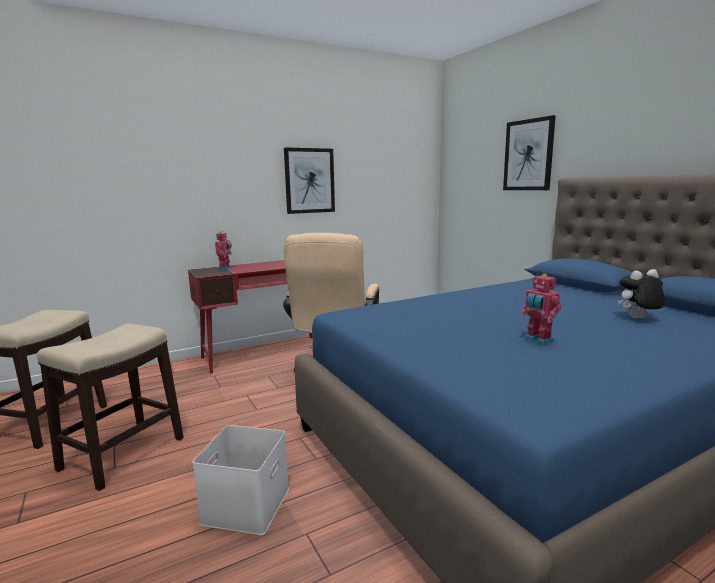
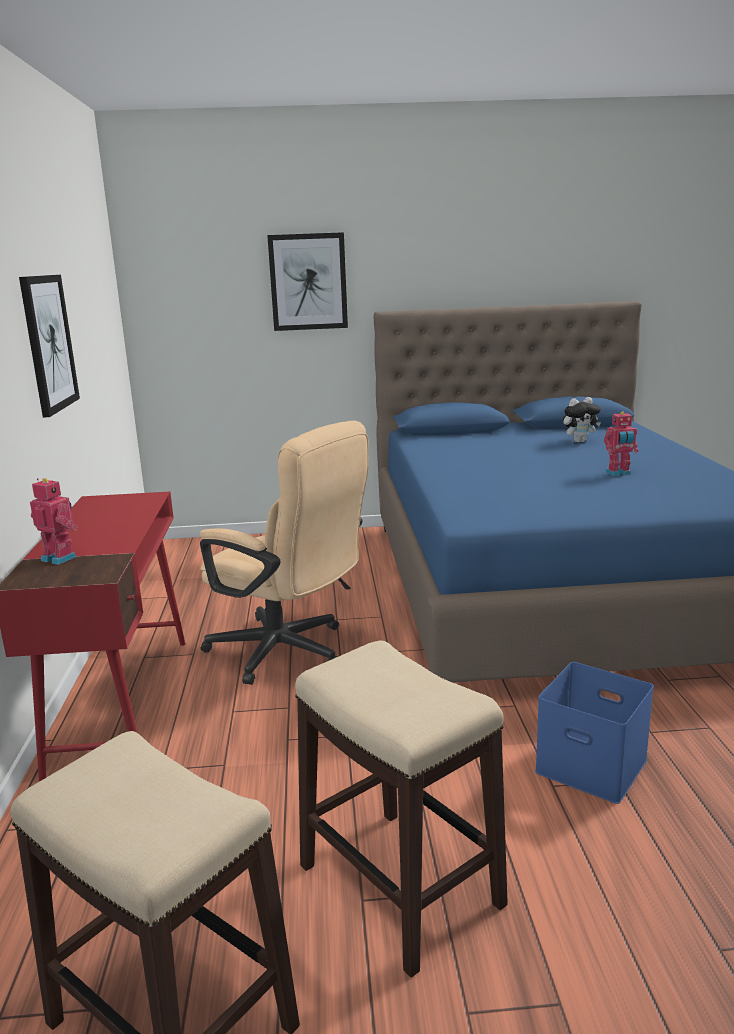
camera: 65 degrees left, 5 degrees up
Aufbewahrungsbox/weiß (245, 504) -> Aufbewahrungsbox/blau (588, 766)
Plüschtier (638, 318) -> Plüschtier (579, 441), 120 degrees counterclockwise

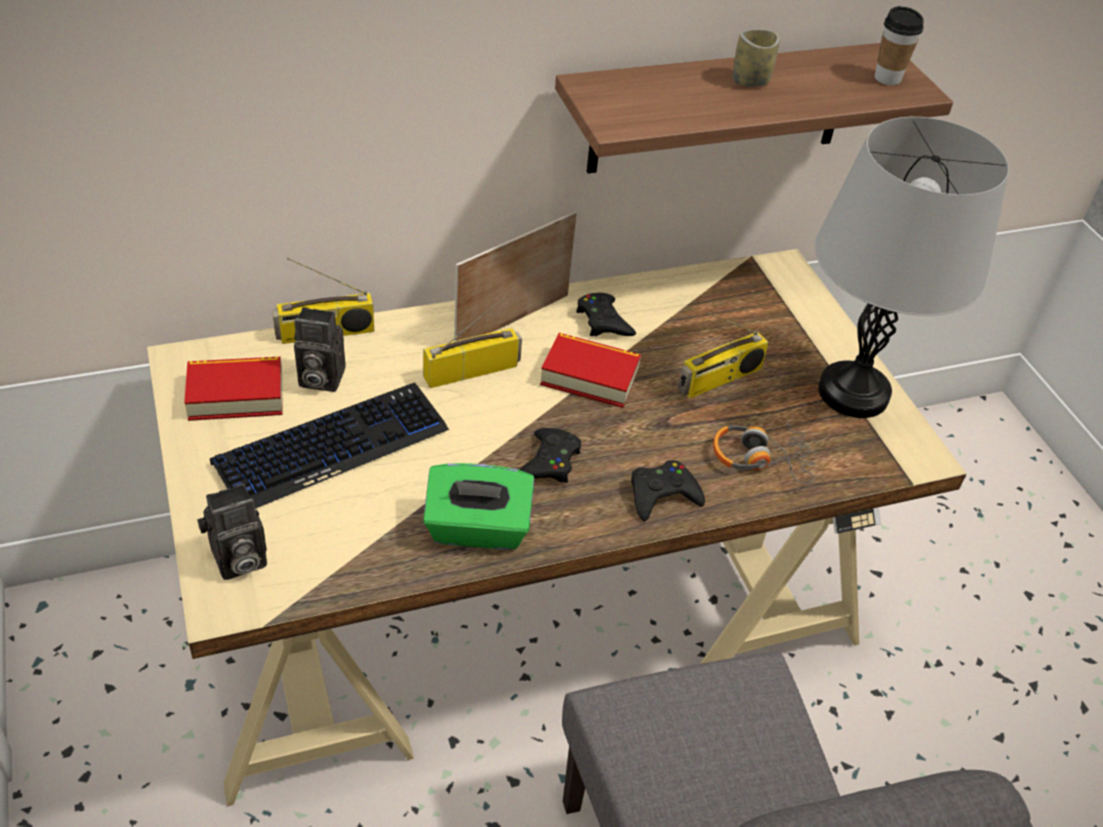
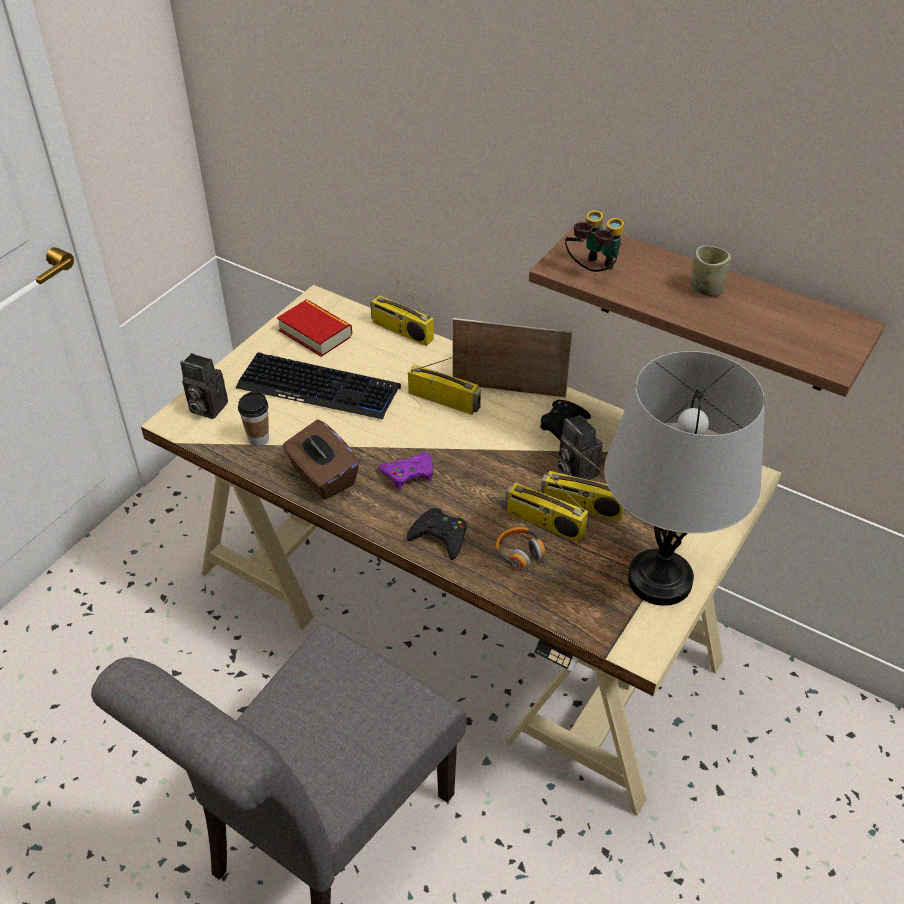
camera: 55 degrees right, 0 degrees up
Kamera (318, 378) -> Kamera (574, 471), shifted
Taschentuchbox/grün (477, 529) -> Taschentuchbox/braun (322, 476)
Gamepad/schwarz (549, 462) -> Gamepad/lila (409, 474)
Buch (590, 376) -> none
Tasse (887, 78) -> Tasse (258, 439), shifted
none -> Radio (543, 523)
none -> Fernglas (592, 271)

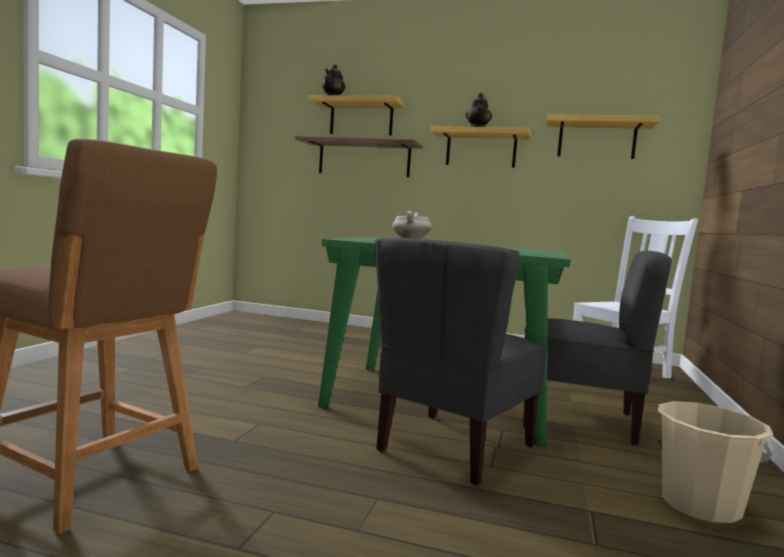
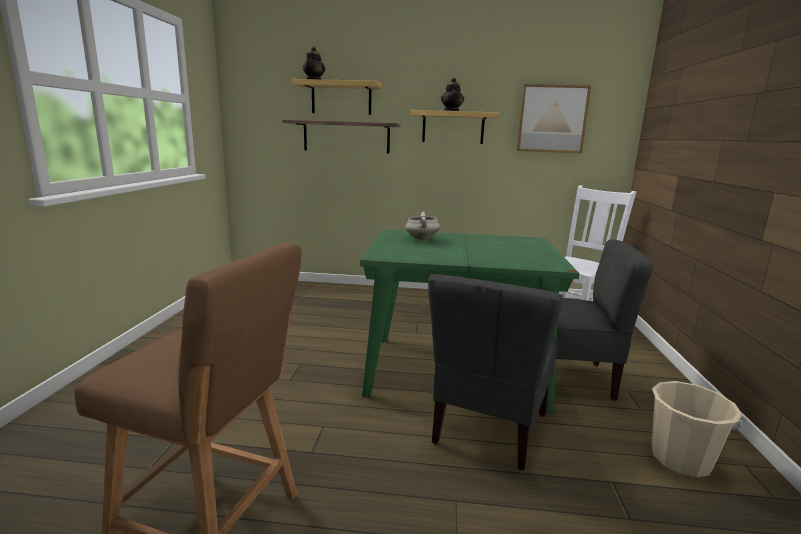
camera: 10 degrees left, 10 degrees up
Wandregal (596, 139) -> Bild (552, 119)

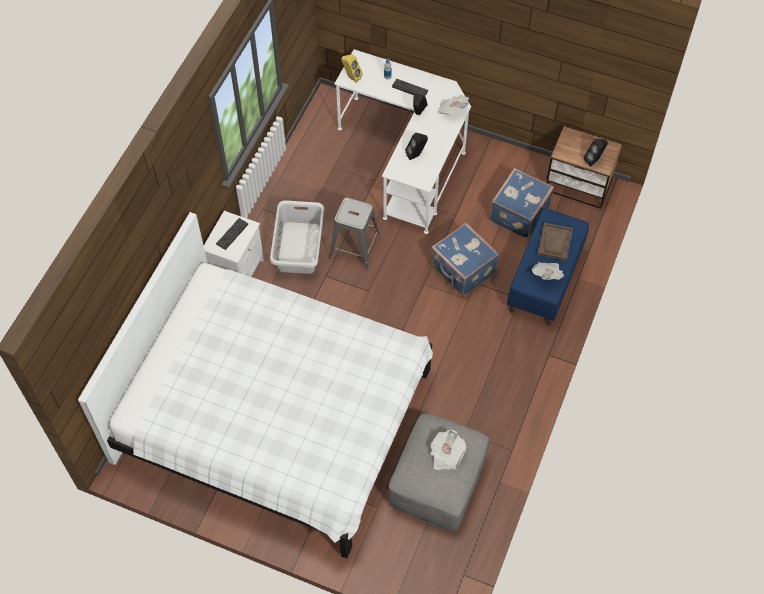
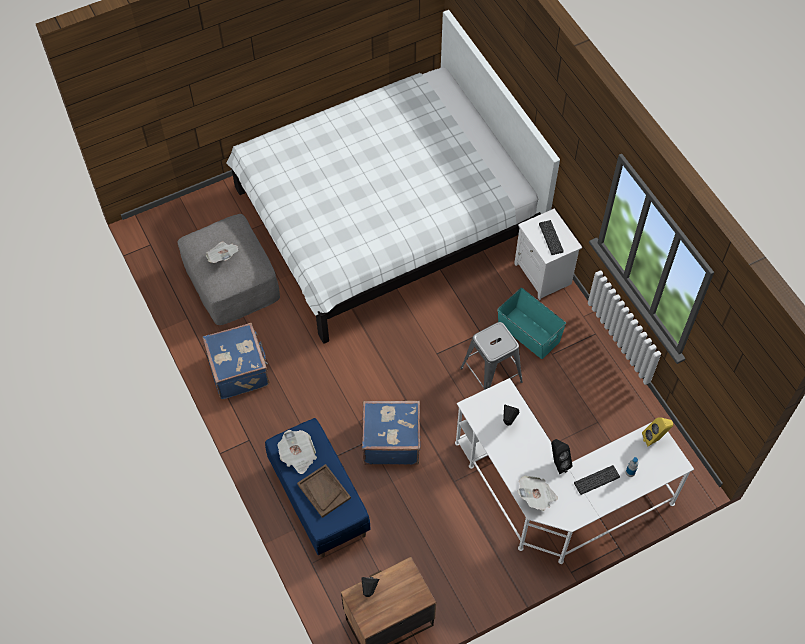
camera: 130 degrees right, 0 degrees up
Wäschekorb/grau (298, 248) -> Aufbewahrungsbox/türkis (528, 332)
Koffer/blau (518, 213) -> Koffer/blau (239, 370), shifted

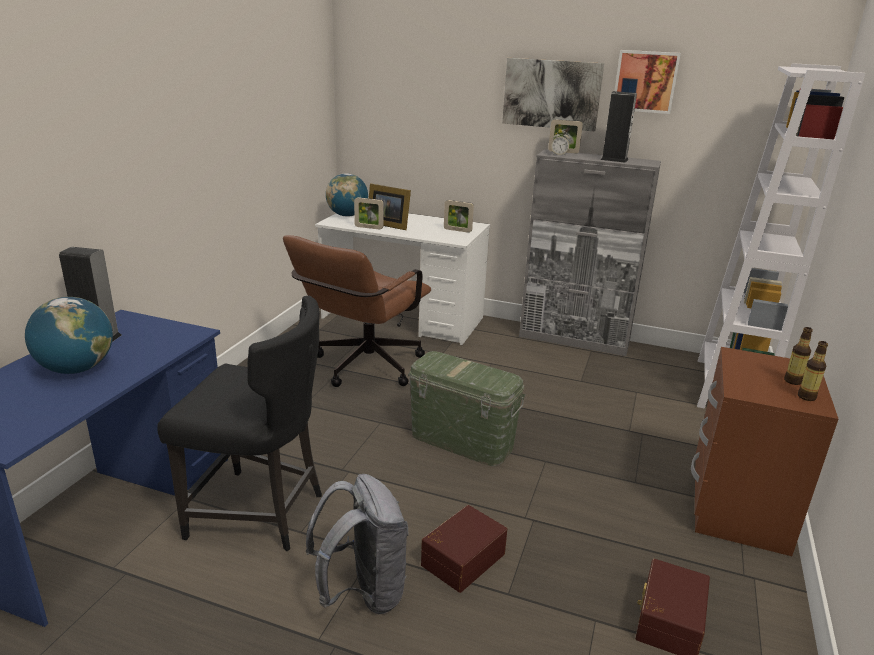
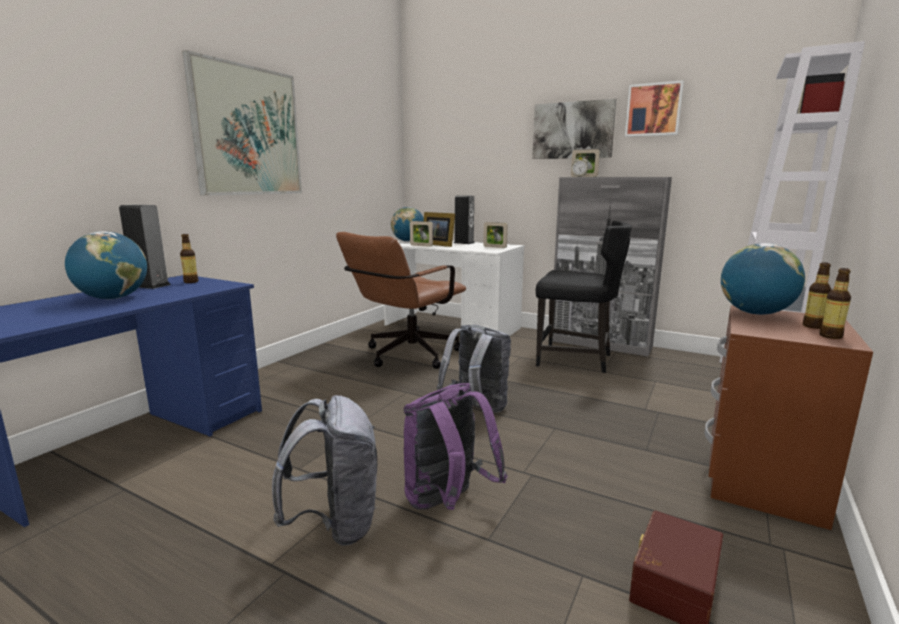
camera: 10 degrees right, 10 degrees down
Stuhl/schwarz (260, 513) -> Stuhl/schwarz (576, 360), shifted
Aufbewahrungsbox/grün (461, 441) -> Rucksack/grau (476, 409)
Aufbewahrungsbox/braun (461, 558) -> Rucksack/lila (447, 502)
Lautsprecher (614, 159) -> Lautsprecher (464, 243), shifted
none -> Flasche (191, 282)
none -> Bild (247, 131)
none -> Globus (755, 313)

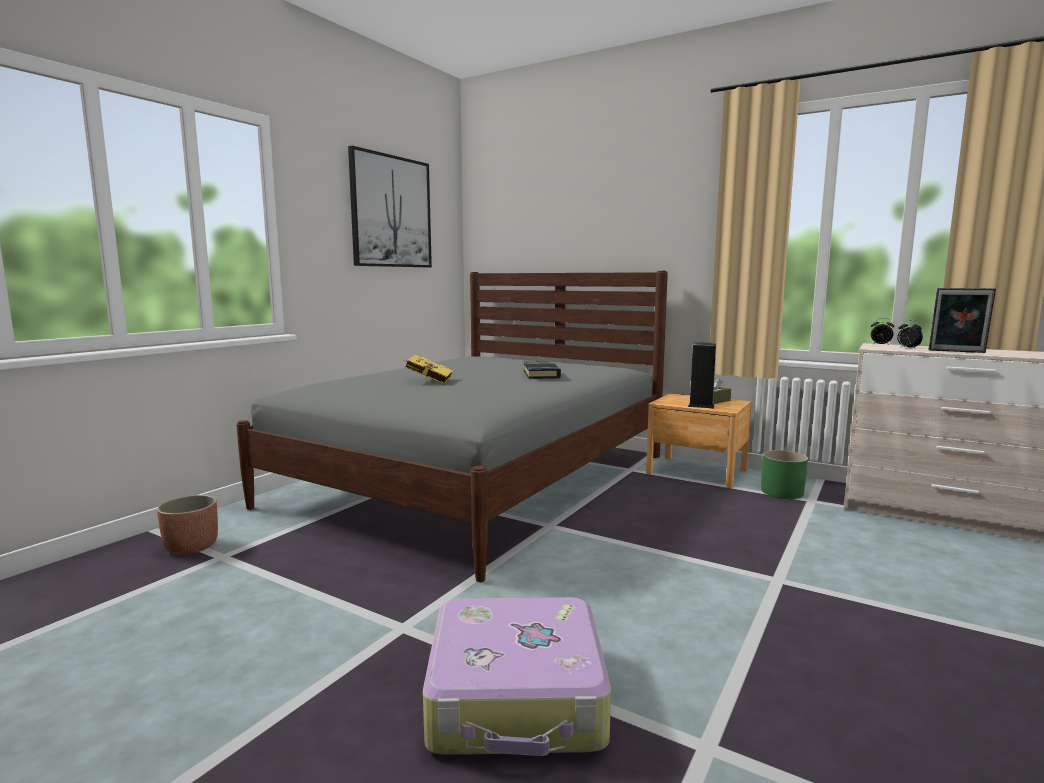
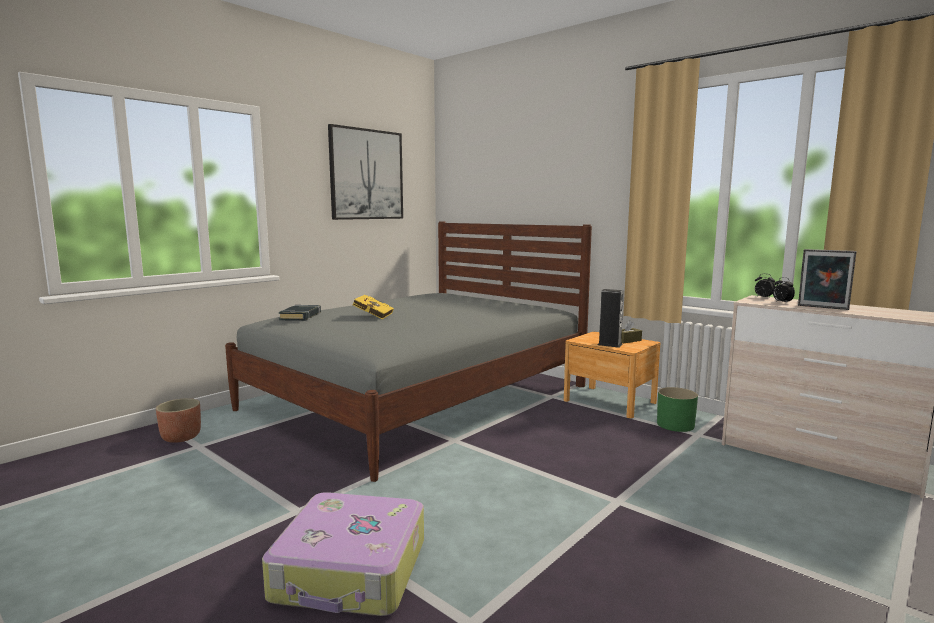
camera: 10 degrees right, 0 degrees up
Buch/schwarz (541, 374) -> Buch/schwarz (301, 316), shifted

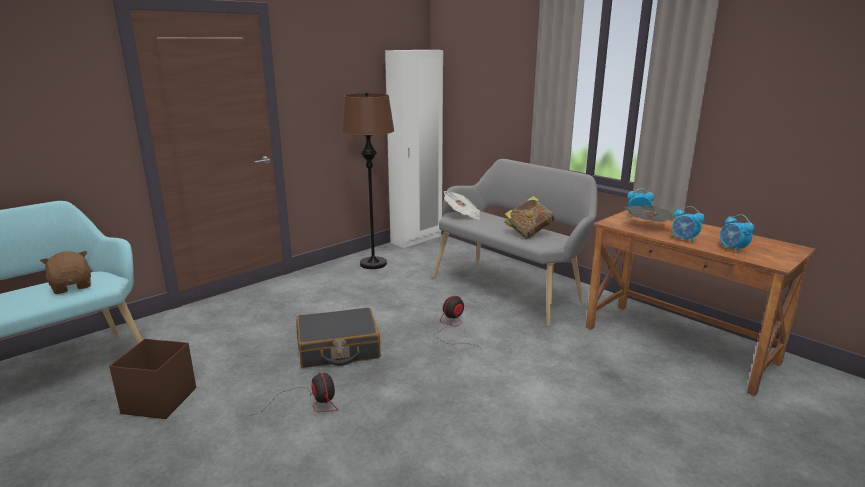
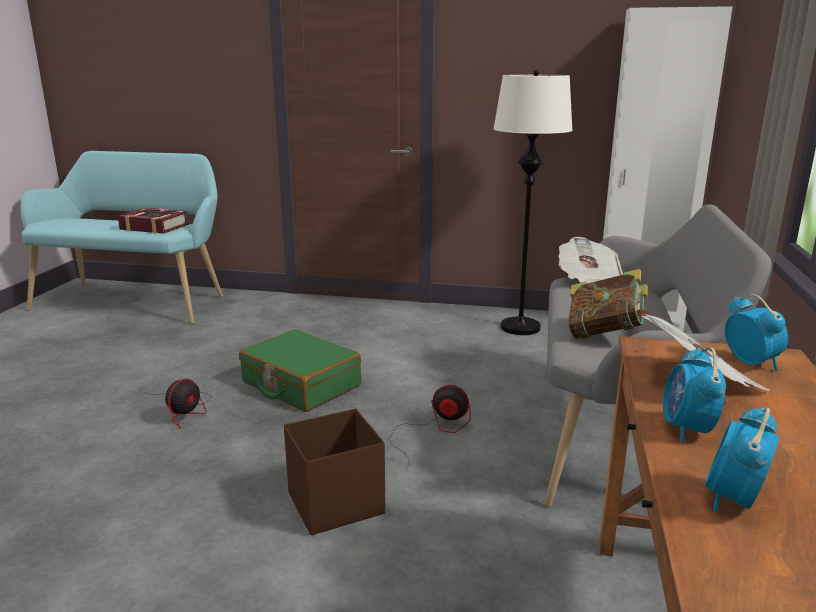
camera: 55 degrees right, 0 degrees up
Plüschtier/braun (72, 286) -> Buch (154, 227)
Aufbewahrungsbox/braun (158, 401) -> Aufbewahrungsbox/braun (334, 504), shifted
Koffer/schwarz (338, 349) -> Koffer/grün (300, 384)
Stehlampe/braun (373, 264) -> Stehlampe/weiß (520, 327)

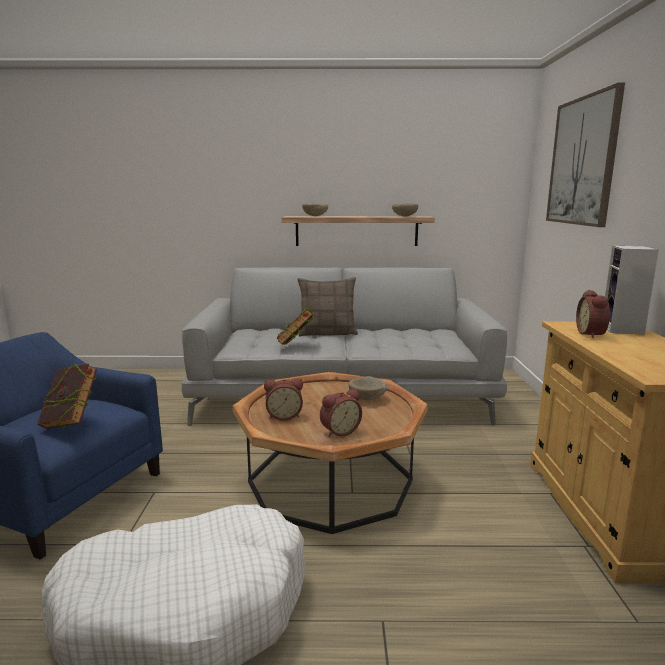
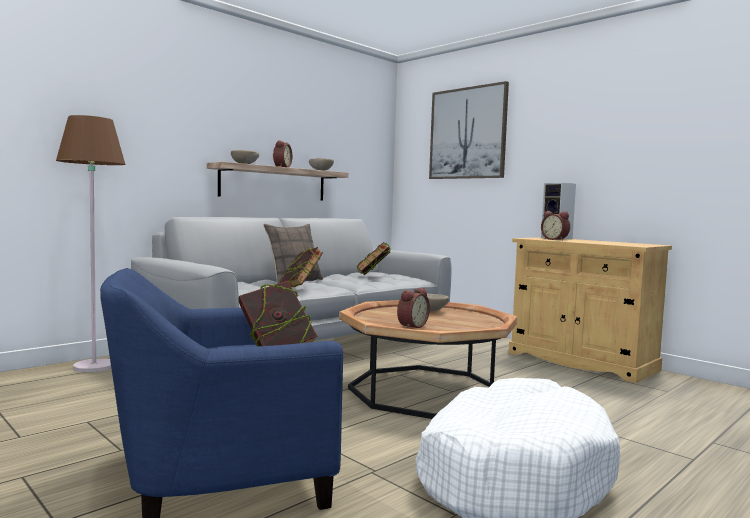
camera: 45 degrees left, 10 degrees down
Wecker (339, 431) -> Wecker (281, 167), shifted
none -> Stehlampe/braun (94, 366)
none -> Buch (373, 276)

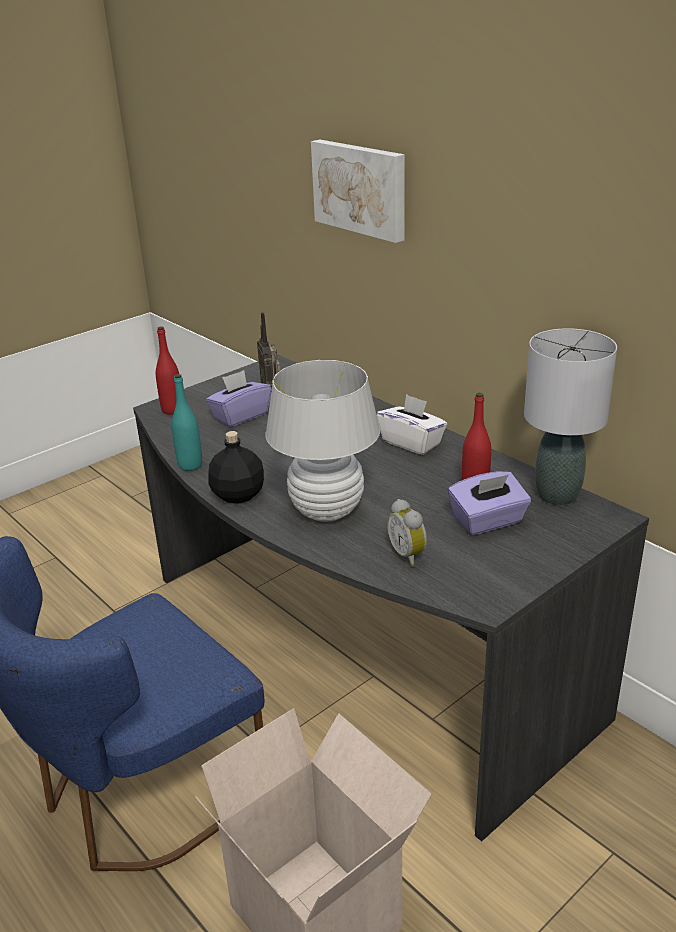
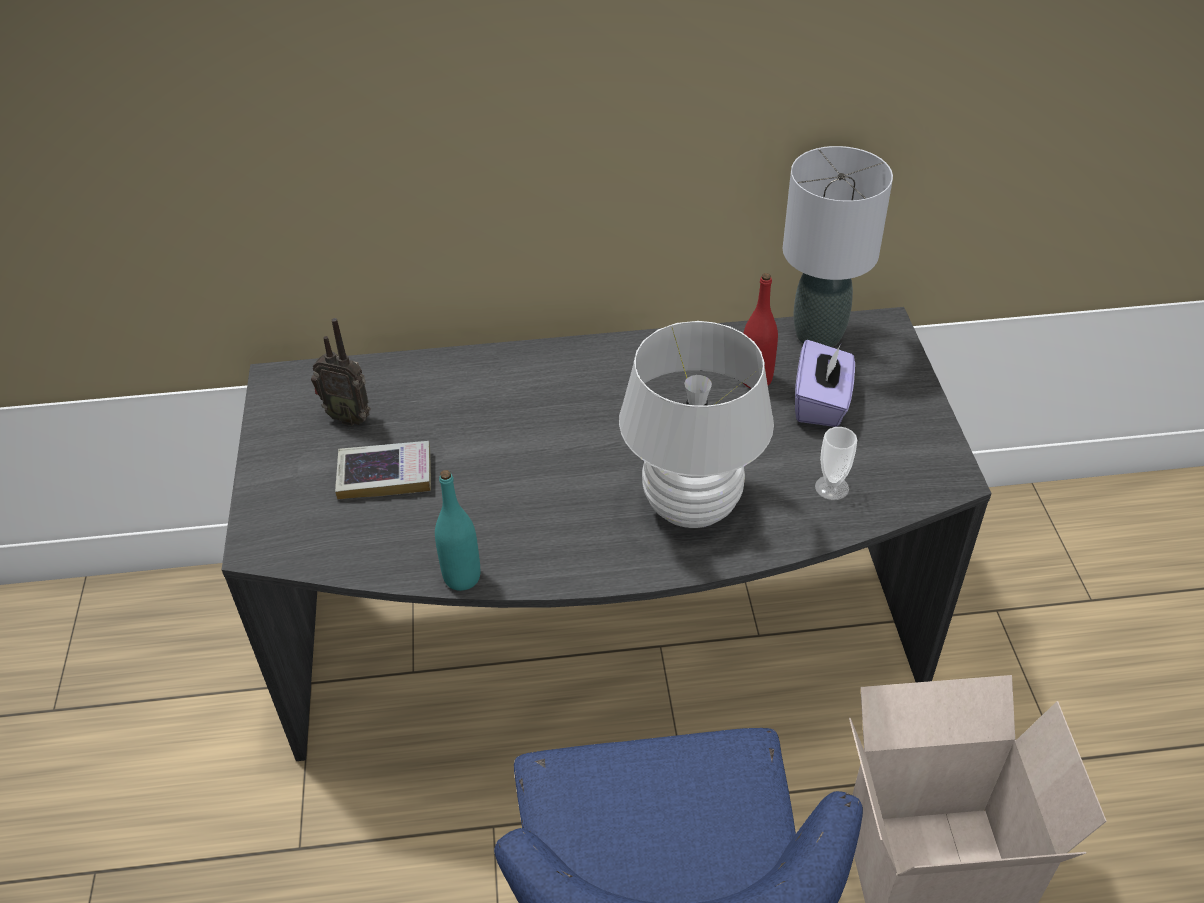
camera: 55 degrees left, 15 degrees up
Flasche/rot (172, 410) -> none
Taschentuchbox/lila (240, 416) -> Buch (385, 475)
Flasche/schwarz (238, 495) -> none
Bild (361, 188) -> none
Taschentuchbox/weiß (412, 442) -> none
Wecker (409, 555) -> Tasse (831, 487)

